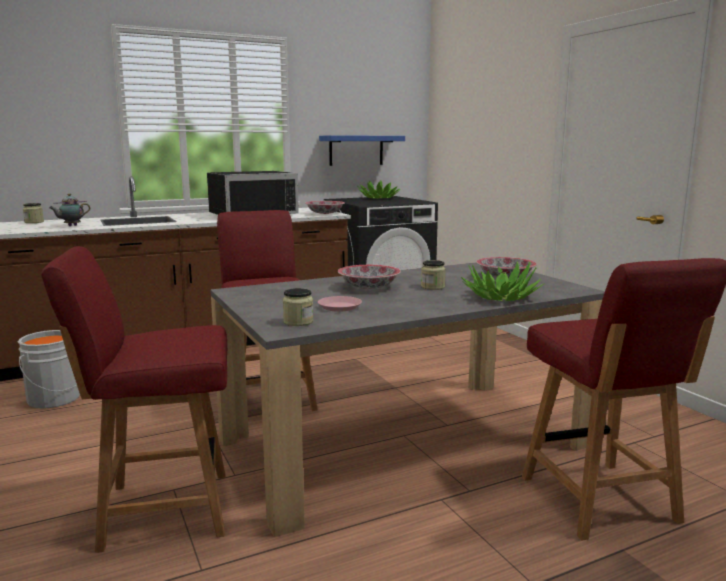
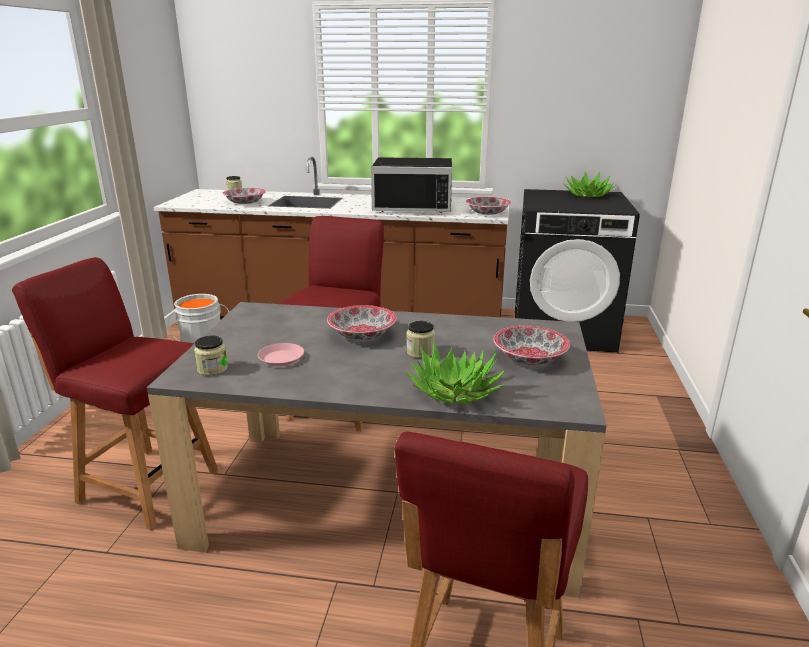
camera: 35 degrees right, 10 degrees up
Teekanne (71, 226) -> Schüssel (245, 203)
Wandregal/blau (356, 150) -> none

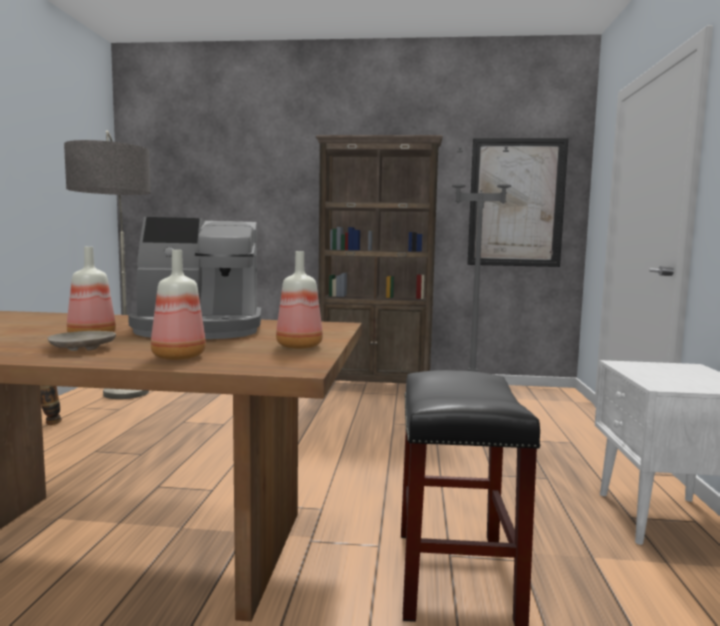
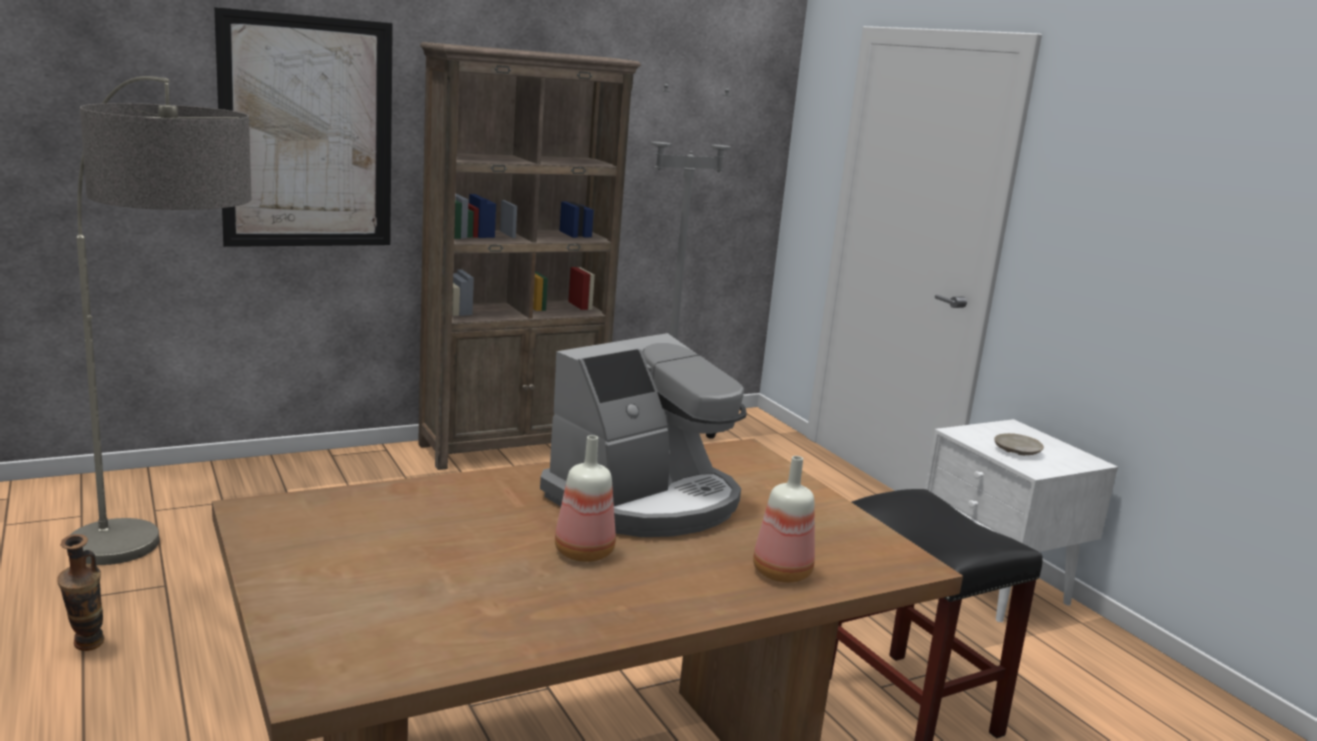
camera: 35 degrees left, 10 degrees up
Teller/beige (82, 348) -> Teller/beige (1016, 451), shifted
Flasche (298, 346) -> none
Bild (516, 203) -> Bild (308, 133), shifted

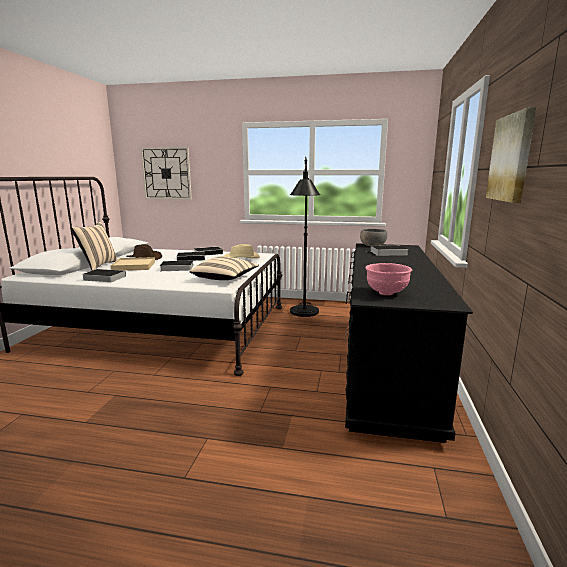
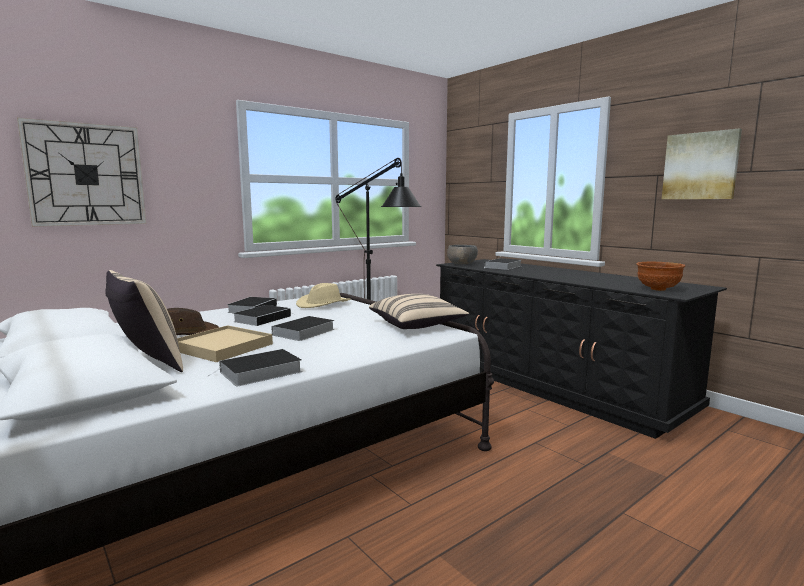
camera: 50 degrees left, 5 degrees down
Schüssel/rosa (386, 293) -> Schüssel/braun (657, 289)

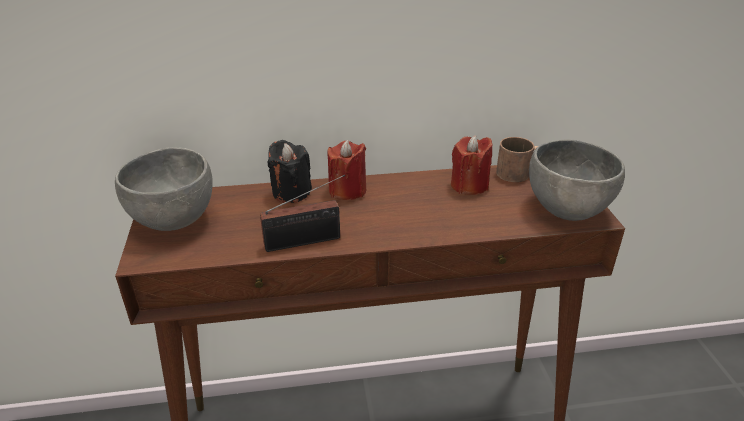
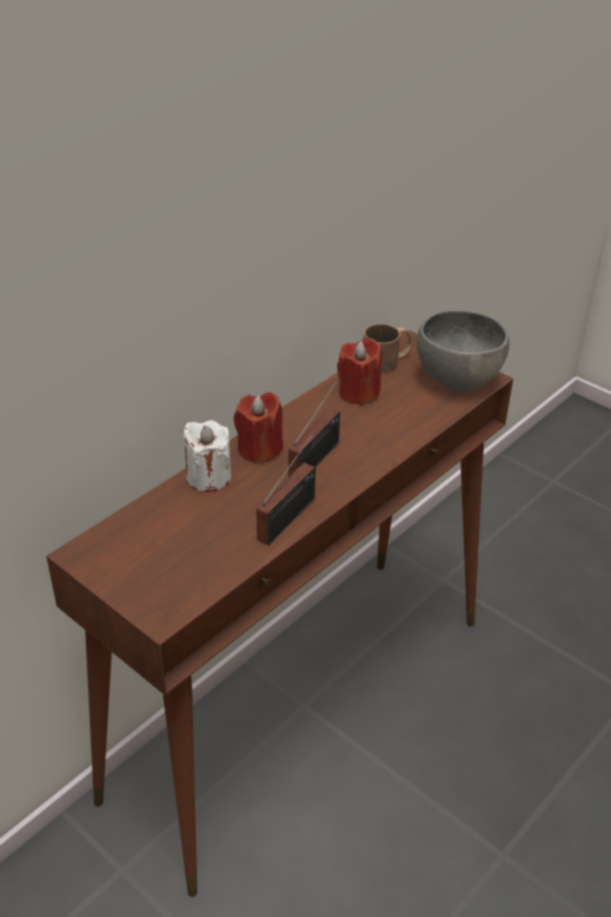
camera: 40 degrees left, 5 degrees up
Schüssel/grau (173, 220) -> none
Kerze/schwarz (291, 192) -> Kerze/weiß (208, 477)
none -> Radio (317, 458)

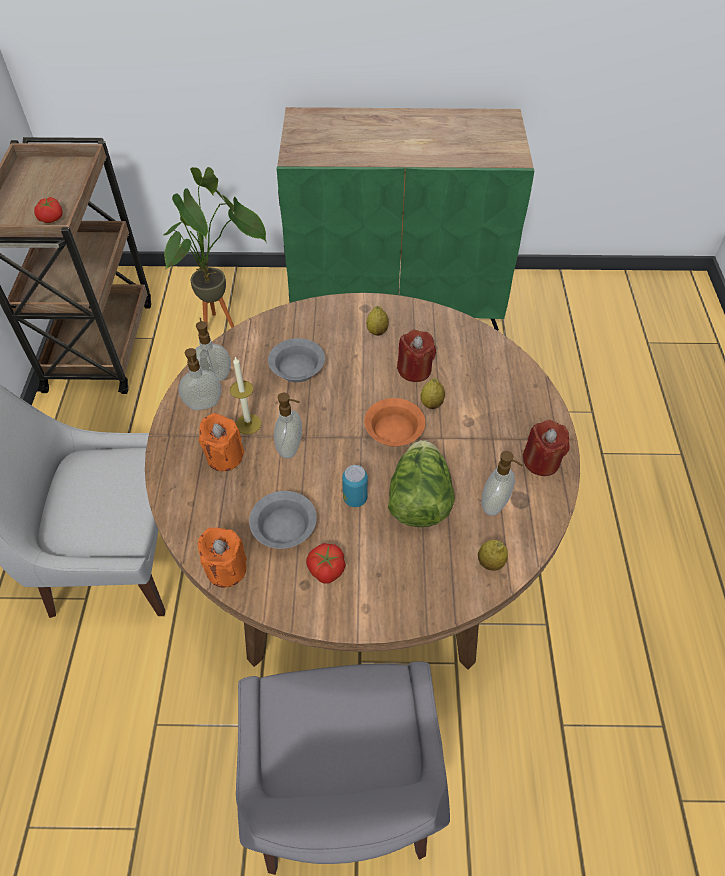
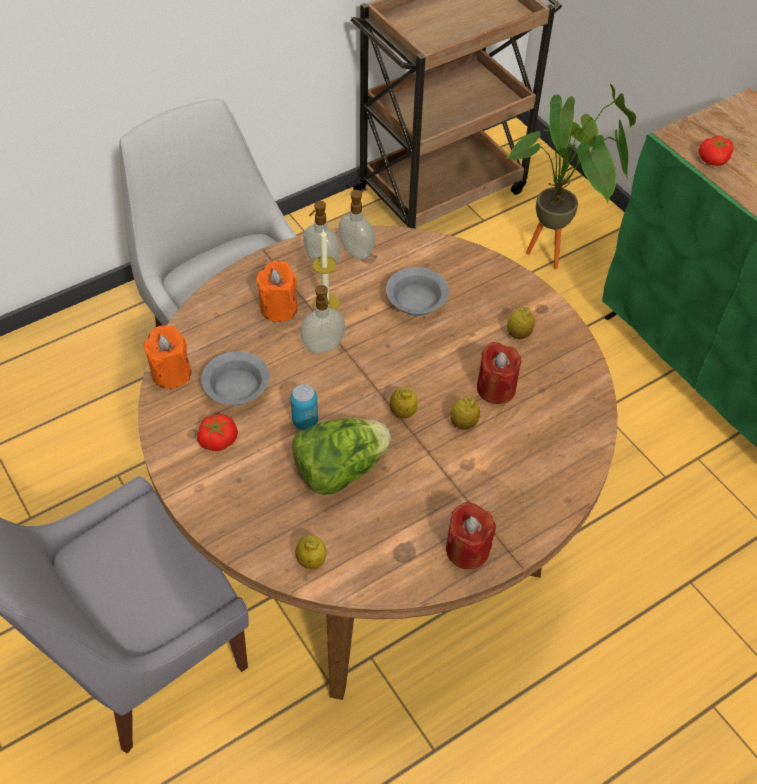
camera: 55 degrees right, 0 degrees up
Tomate (52, 218) -> Tomate (713, 160), shifted
Schüssel/orange (394, 433) -> Zitrone (403, 412)
Seifenspender (495, 505) -> none

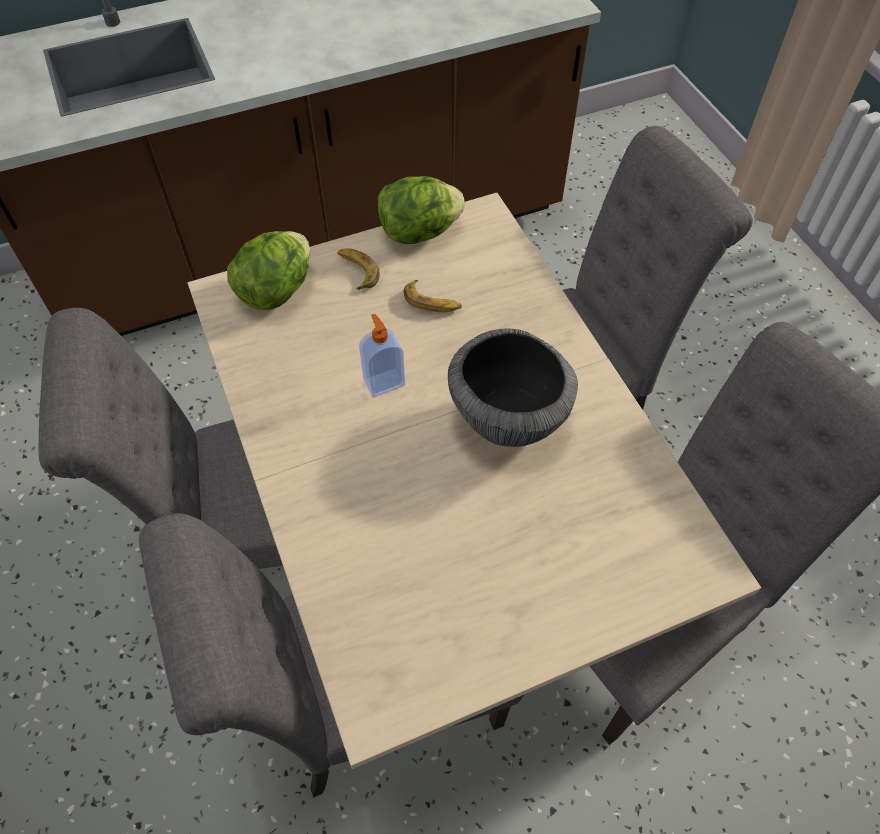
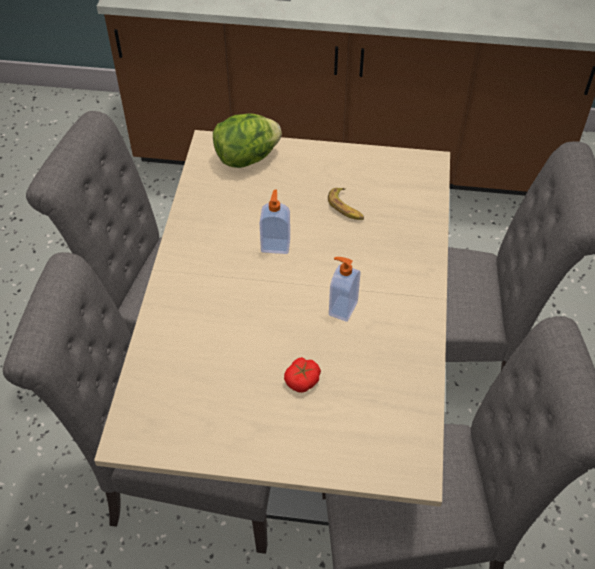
camera: 30 degrees right, 5 degrees down
Banane (357, 271) -> none
Salatkopf (419, 232) -> none
Schüssel (509, 421) -> Seifenspender (342, 308)
none -> Tomate (302, 380)

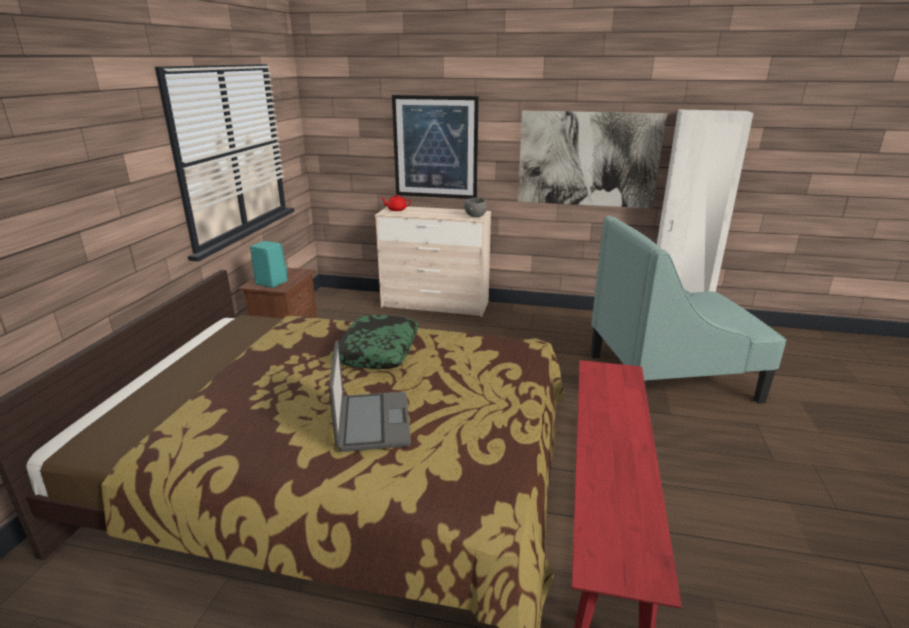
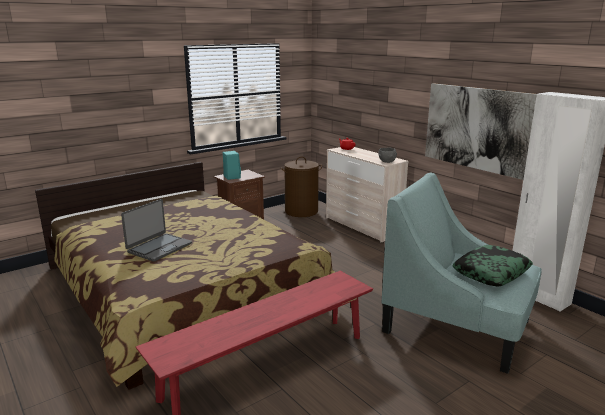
camera: 40 degrees right, 5 degrees down
Kissen (378, 350) -> Kissen (491, 272), shifted
Bild (435, 147) -> none
none -> Wäschekorb/braun (301, 211)

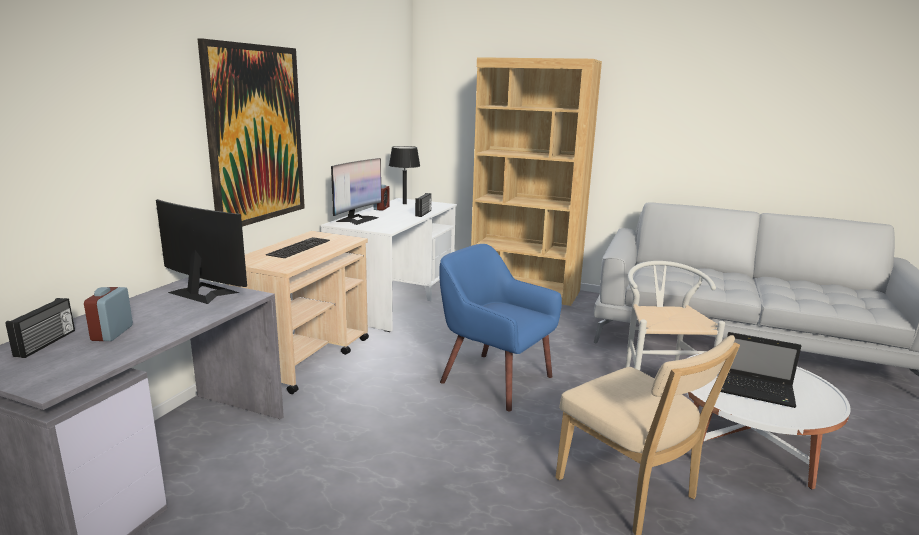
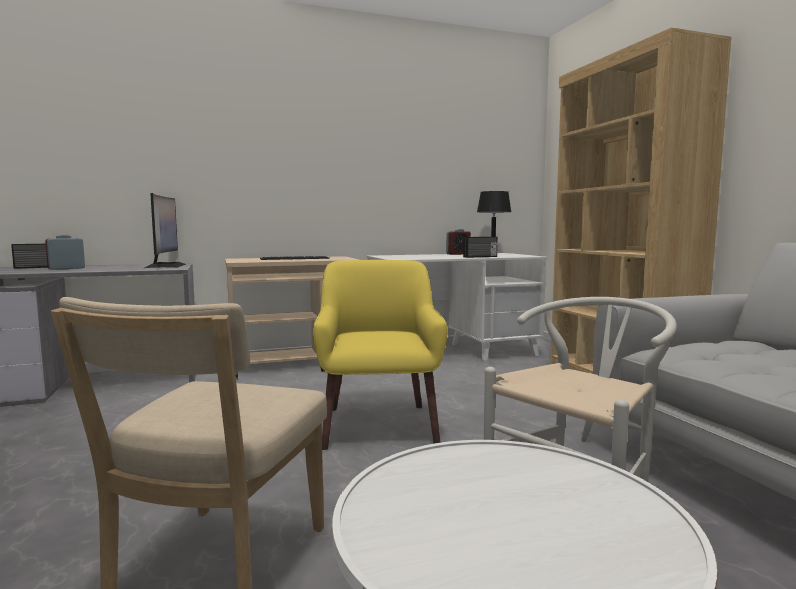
camera: 50 degrees right, 10 degrees down
Bild (256, 135) -> none
Monitor (357, 219) -> none
Sessel/blau (494, 379) -> Sessel/gelb (378, 424)
Laptop (757, 390) -> none

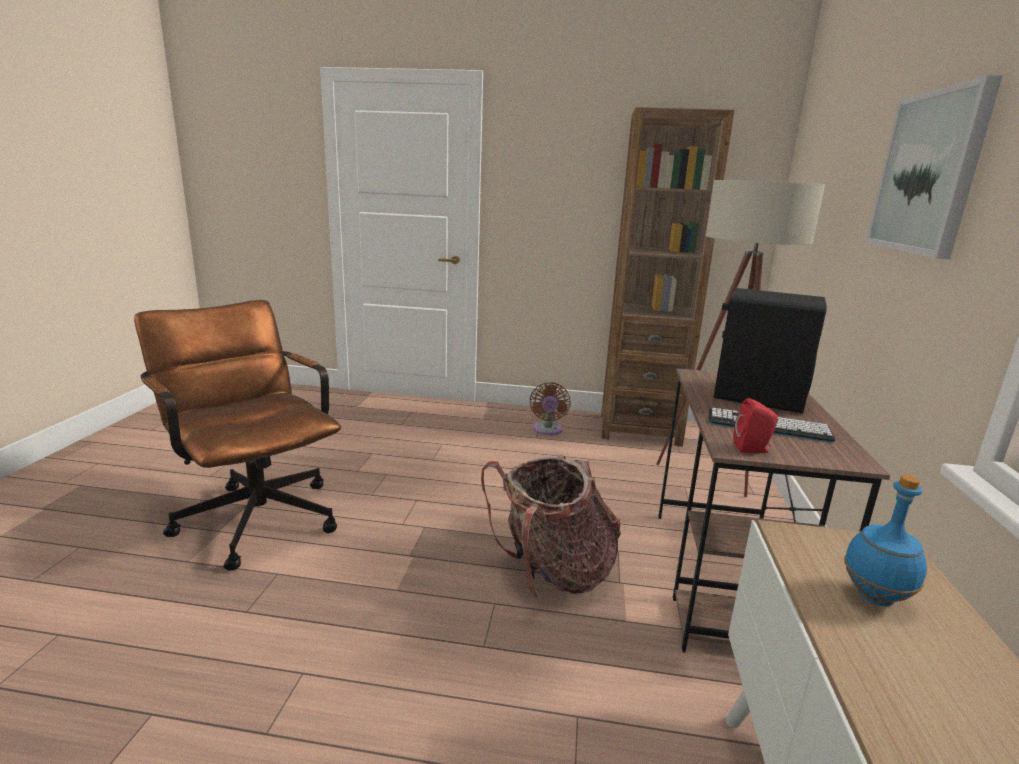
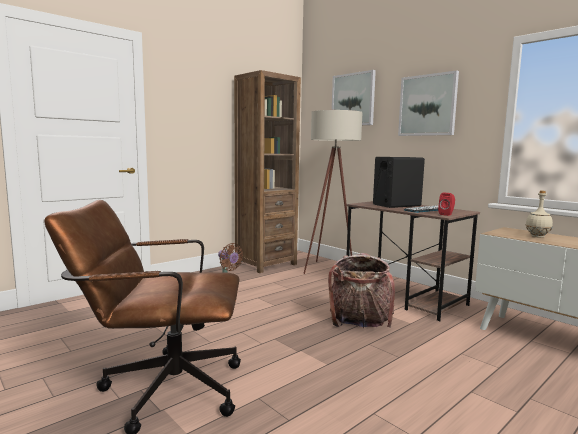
camera: 50 degrees left, 10 degrees down
Flasche/blau (874, 597) -> Flasche/beige (537, 236)
none -> Bild (353, 99)

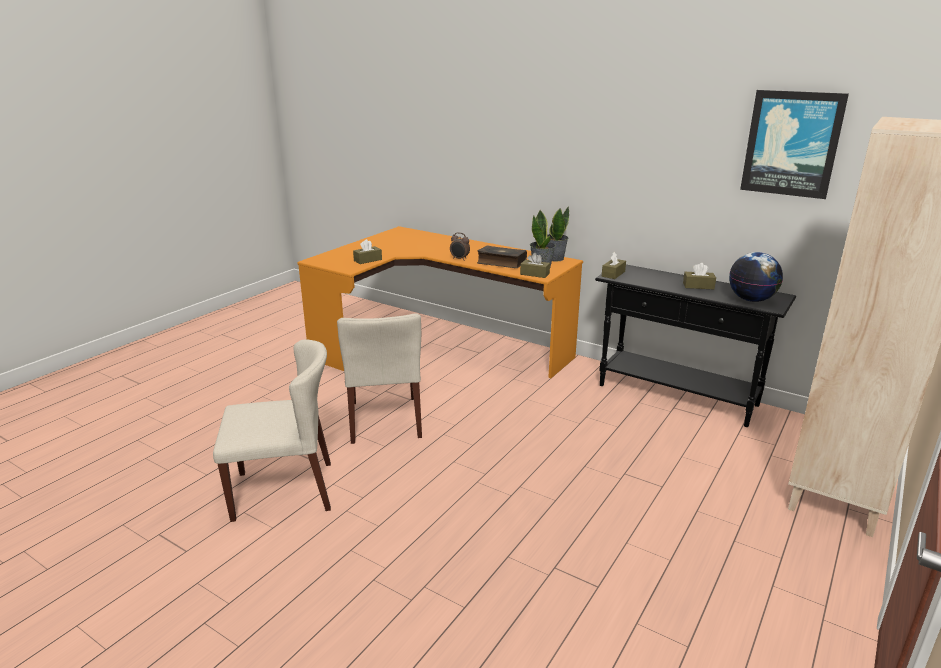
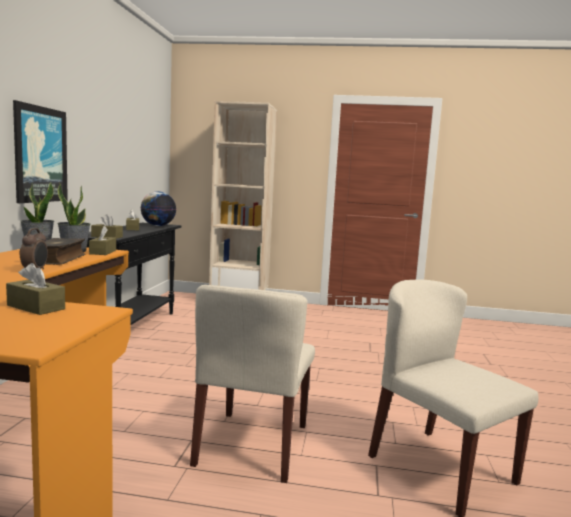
camera: 115 degrees left, 15 degrees down
Stuhl/beige (385, 420) -> Stuhl/beige (253, 445), 135 degrees clockwise
Bild (791, 144) -> Bild (40, 154), shifted

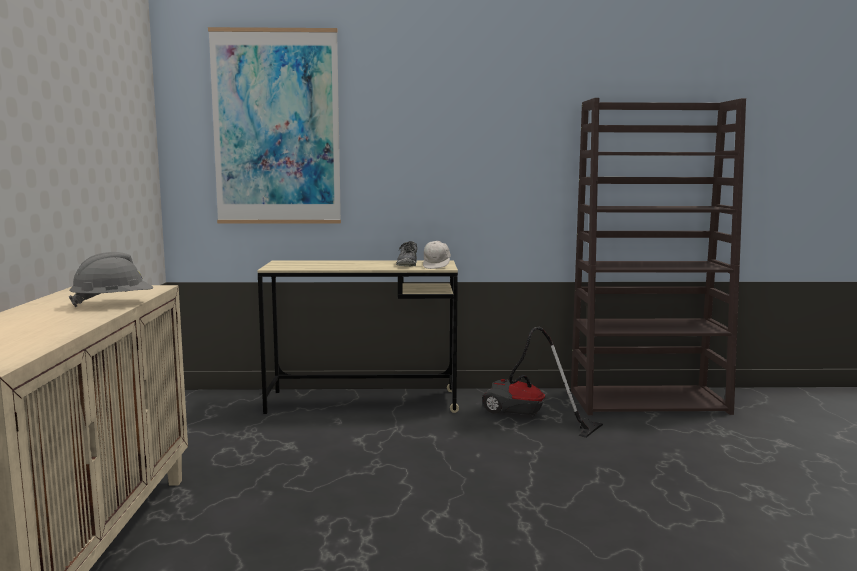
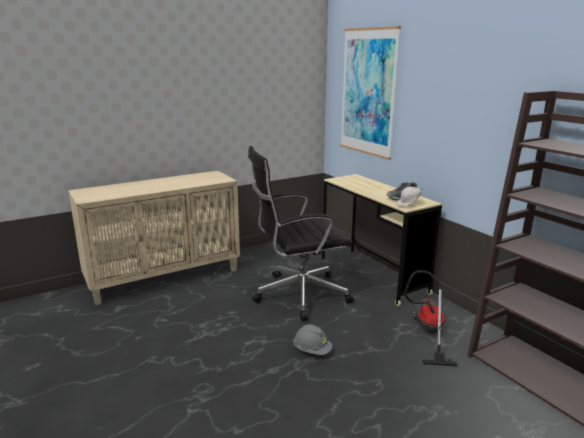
camera: 60 degrees right, 10 degrees up
Schutzhelm/grau (113, 303) -> Schutzhelm/grau (312, 351), shifted
none -> Bürostuhl/schwarz (298, 295)

